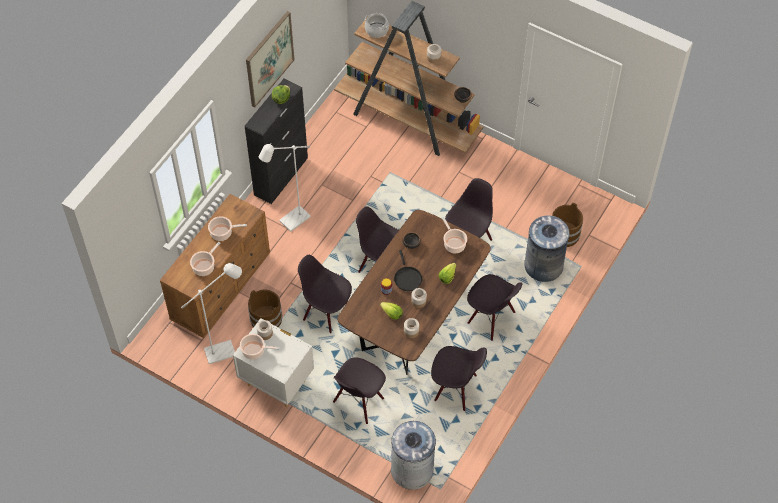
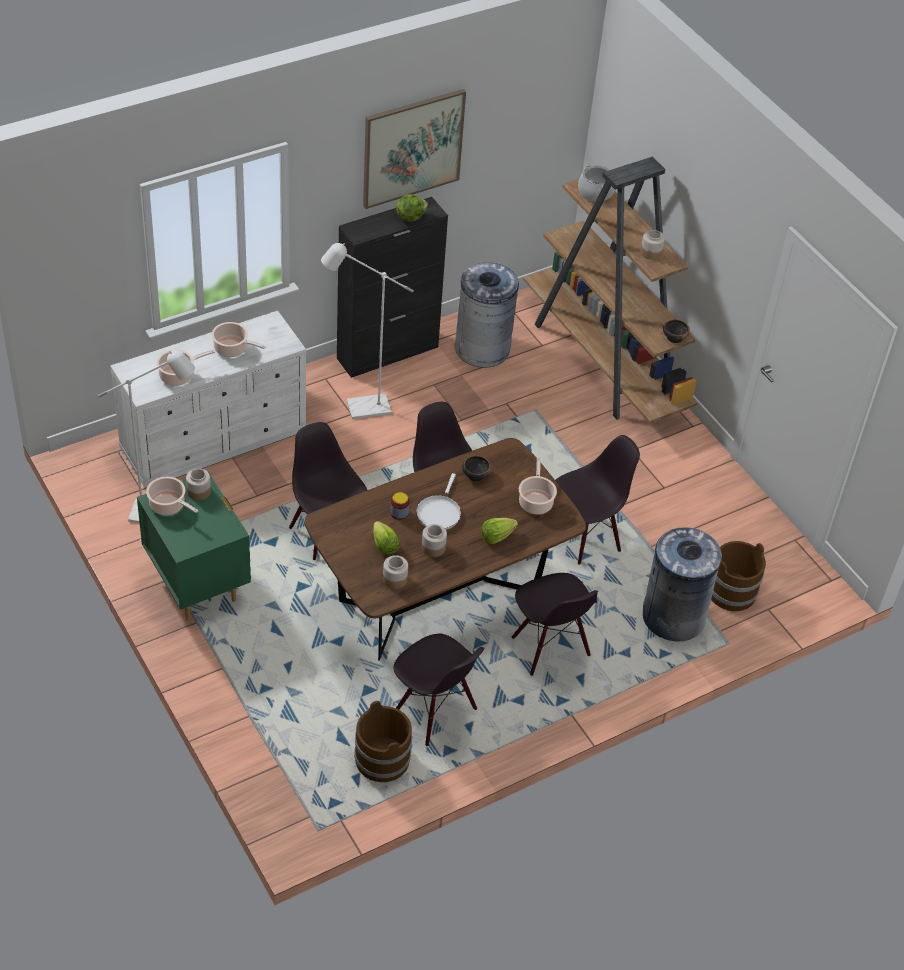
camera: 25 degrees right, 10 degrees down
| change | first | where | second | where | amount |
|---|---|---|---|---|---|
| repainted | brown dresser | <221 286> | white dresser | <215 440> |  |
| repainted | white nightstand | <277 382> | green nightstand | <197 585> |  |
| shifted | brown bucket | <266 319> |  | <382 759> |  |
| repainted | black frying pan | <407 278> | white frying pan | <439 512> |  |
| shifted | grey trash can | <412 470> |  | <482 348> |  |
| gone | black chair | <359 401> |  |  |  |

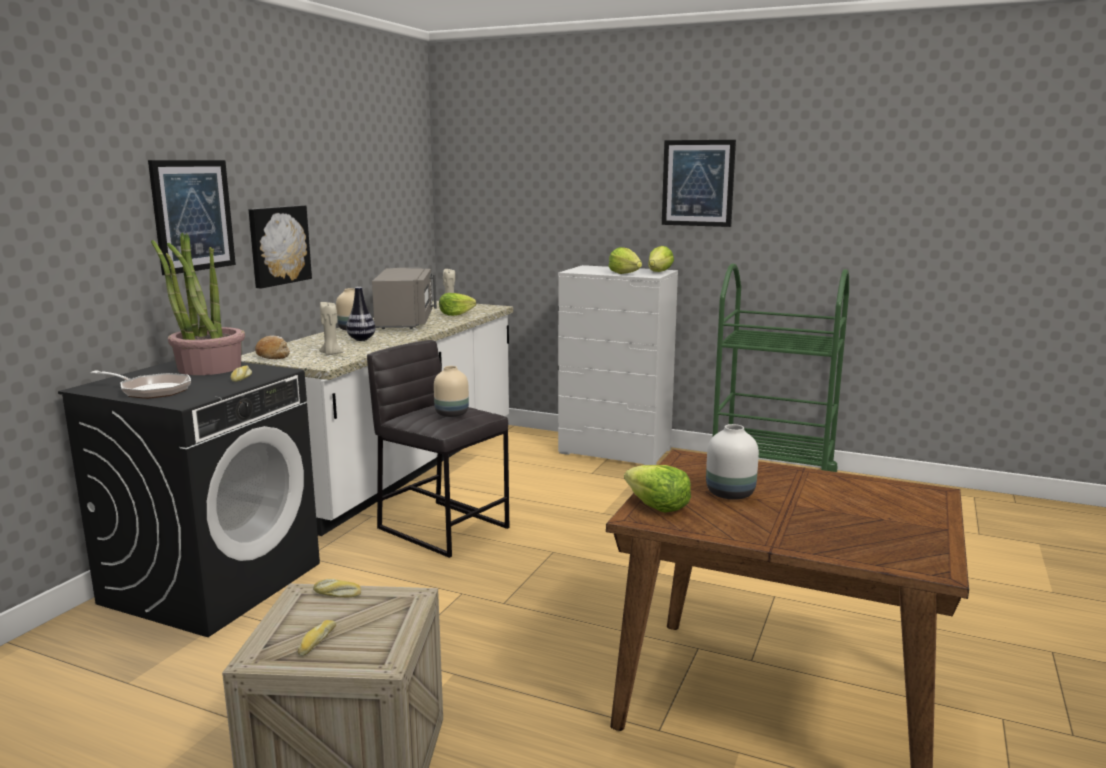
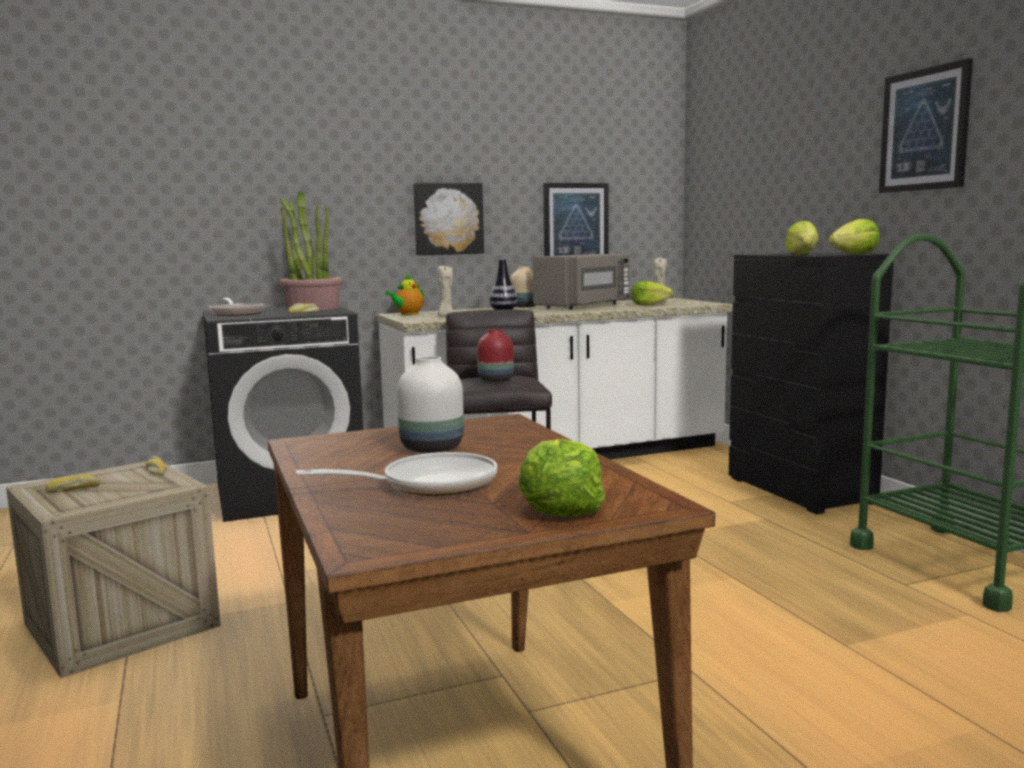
camera: 45 degrees right, 5 degrees down
| change | first | where | second | where | amount |
|---|---|---|---|---|---|
| new |  |  | frying pan | <429 484> |  |
| swapped | bread | <273 355> | teapot | <408 314> |  |
| repainted | beige vase | <453 414> | red vase | <496 380> |  |
| shifted | lettuce | <657 506> |  | <560 507> |  |
| shifted | picture | <192 215> |  | <575 225> |  |
| repainted | white dresser | <615 451> | black dresser | <800 490> |  |

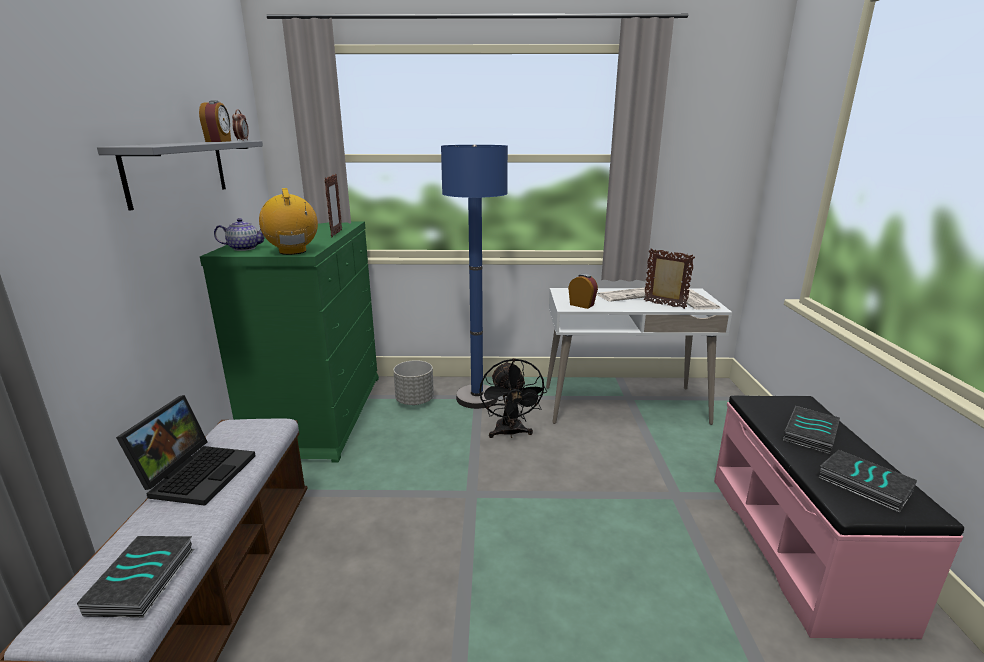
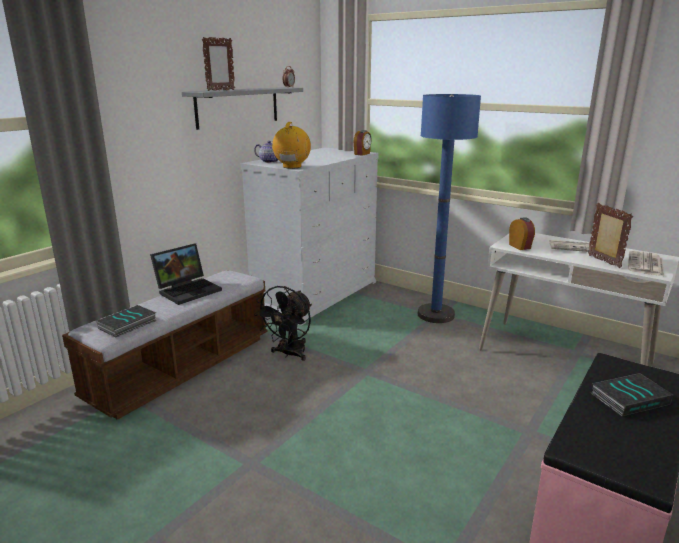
camera: 35 degrees right, 0 degrees up
| change | first | where | second | where | amount |
|---|---|---|---|---|---|
| shifted | picture frame | <336 233> |  | <220 90> |  |
| repainted | green dresser | <318 413> | white dresser | <315 293> |  |
| shifted | black fan | <510 433> |  | <289 354> |  |
| shifted | alarm clock | <219 141> |  | <362 154> |  |
| gone | grey planter | <414 400> |  |  |  |
| gone | book | <863 484> |  |  |  |

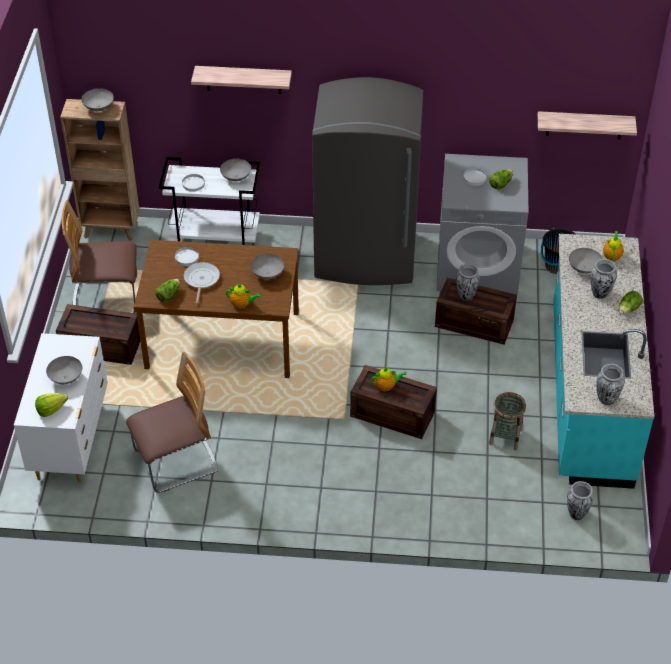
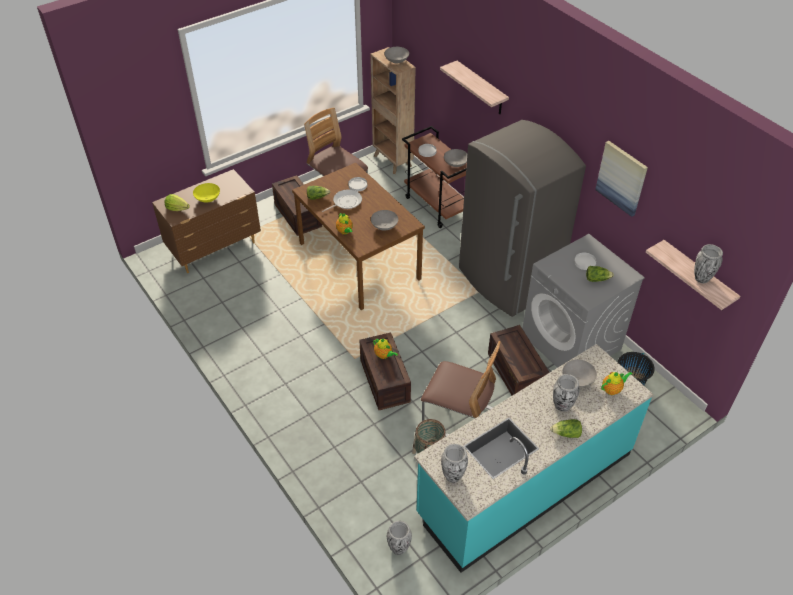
camera: 50 degrees right, 0 degrees up
| change | first | where | second | where | amount |
|---|---|---|---|---|---|
| repainted | white dresser | <71 440> | brown dresser | <215 249> |  |
| repainted | grey bowl | <66 378> | yellow bowl | <208 199> |  |
| repainted | white cart | <216 240> | brown cart | <437 206> |  |
| shifted | chair | <176 462> |  | <458 418> |  |
| new |  |  | picture | <621 178> |  |
| shifted | vase | <465 296> |  | <701 278> |  |

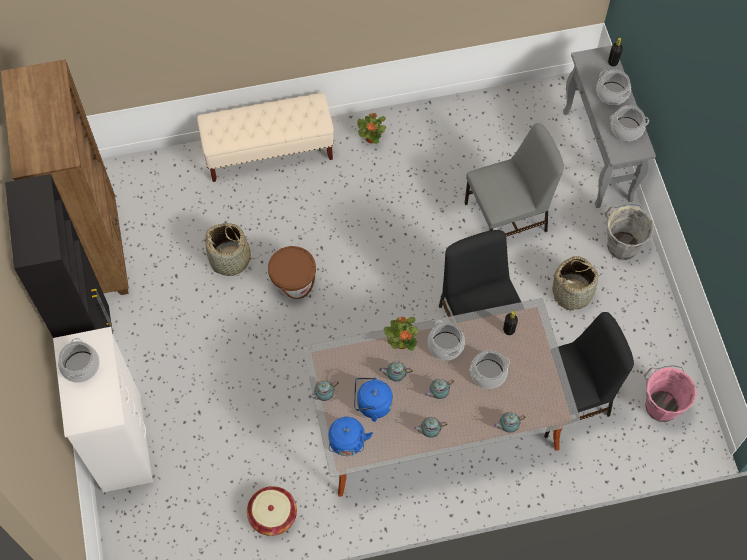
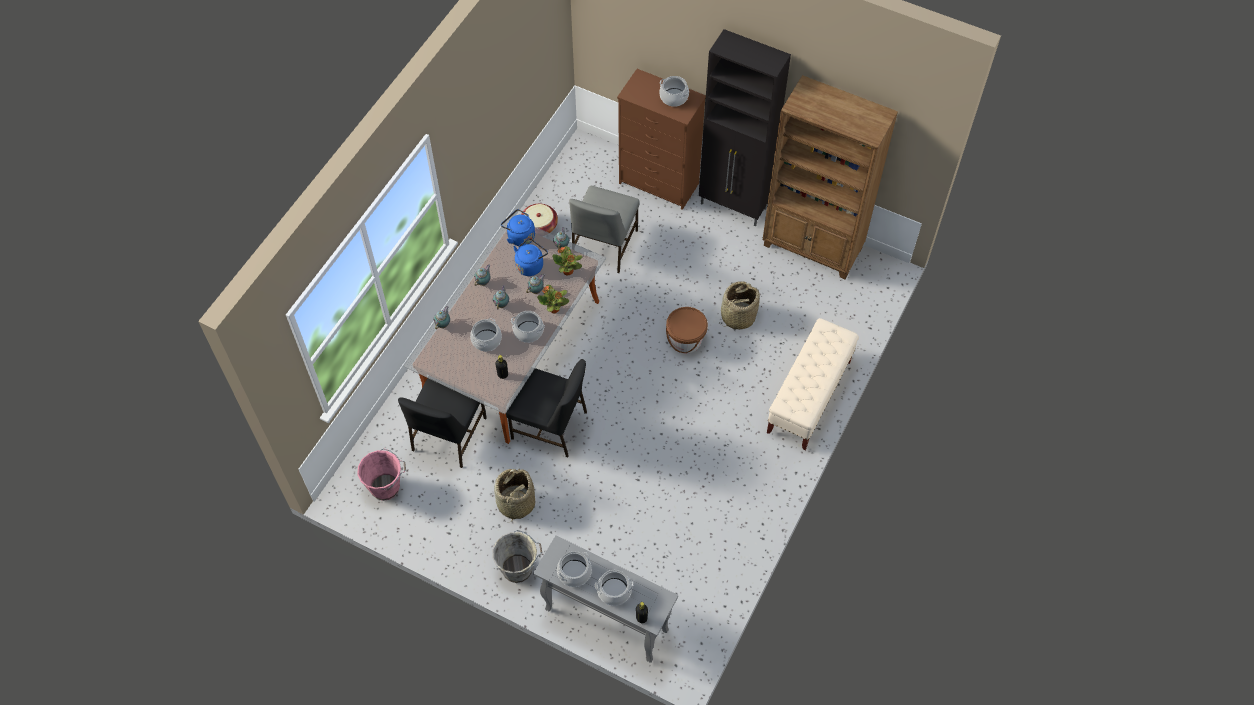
camera: 130 degrees right, 5 degrees down
| change | first | where | second | where | amount |
|---|---|---|---|---|---|
| shifted | potted plant | <371 138> |  | <568 272> |  |
| shifted | grey chair | <507 217> |  | <604 245> |  |
| repainted | white dresser | <123 442> | brown dresser | <659 184> |  |

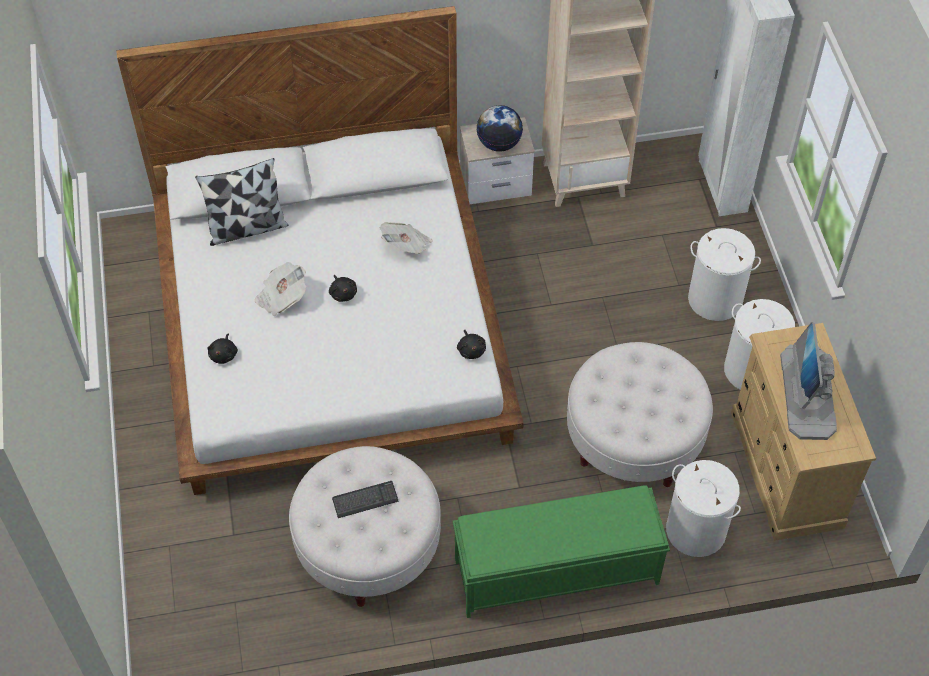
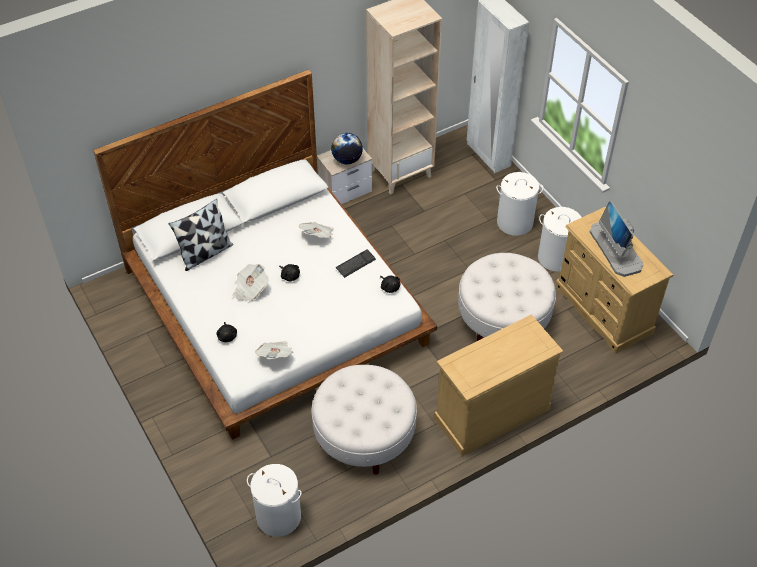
camera: 20 degrees left, 5 degrees down
| change | first | where | second | where | amount |
|---|---|---|---|---|---|
| shifted | white laundry basket | <695 530> |  | <278 516> |  |
| new |  |  | newspaper | <276 355> |  |
| shifted | keyboard | <365 500> |  | <355 264> |  |
| swapped | green bench | <555 572> | beige dresser | <491 413> |  |

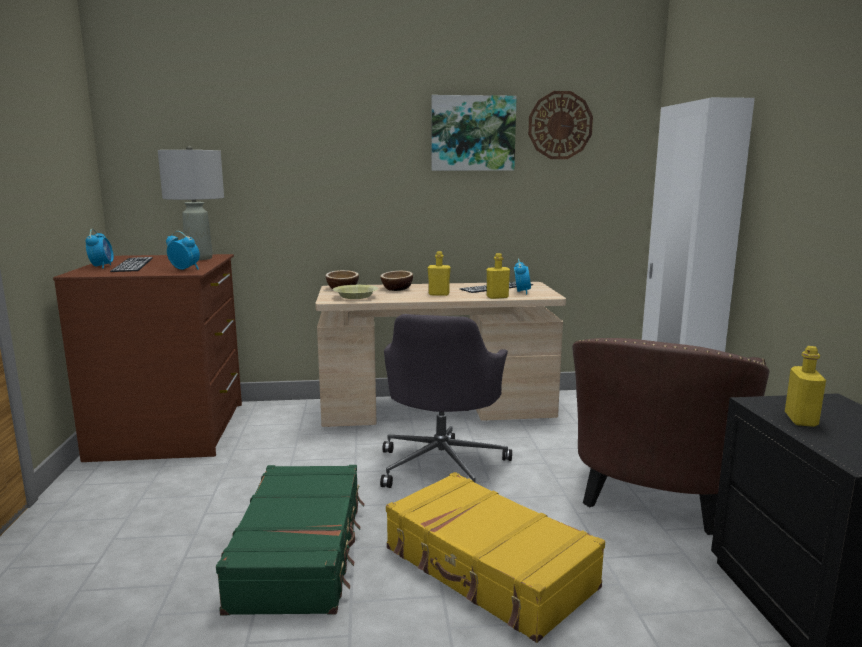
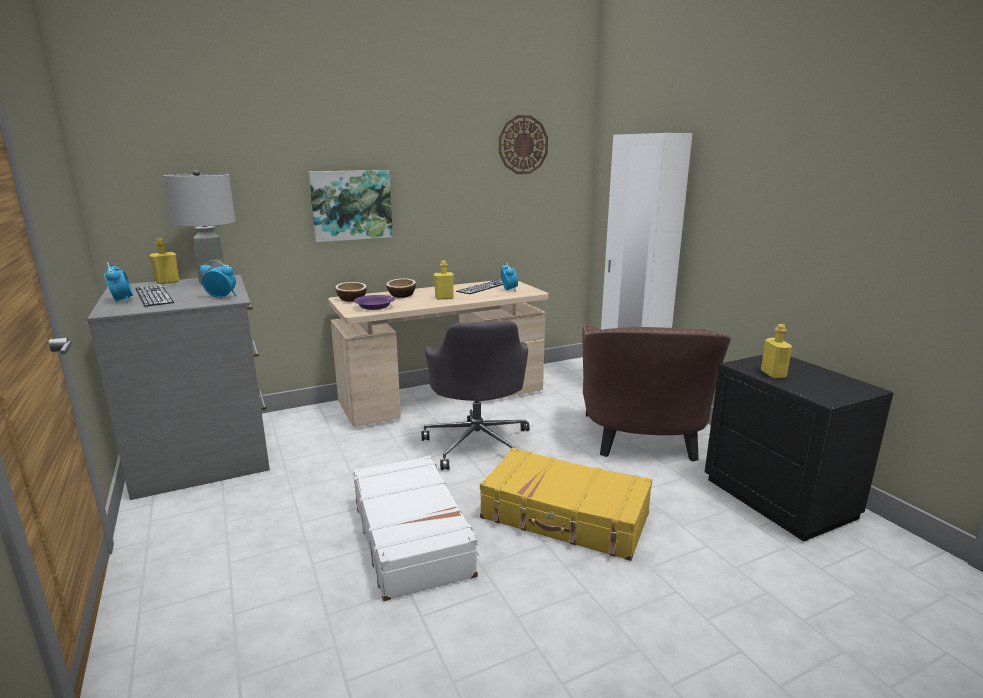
camera: 20 degrees left, 5 degrees up
| change | first | where | second | where | amount |
|---|---|---|---|---|---|
| repainted | brown dresser | <172 430> | grey dresser | <205 453> |  |
| shifted | yellow bottle | <497 297> |  | <167 282> |  |
| shifted | picture | <472 133> |  | <351 205> |  |
| repainted | yellow bowl | <356 297> | purple bowl | <375 307> |  |
| repainted | green suitcase | <301 552> | white suitcase | <412 536> |  |

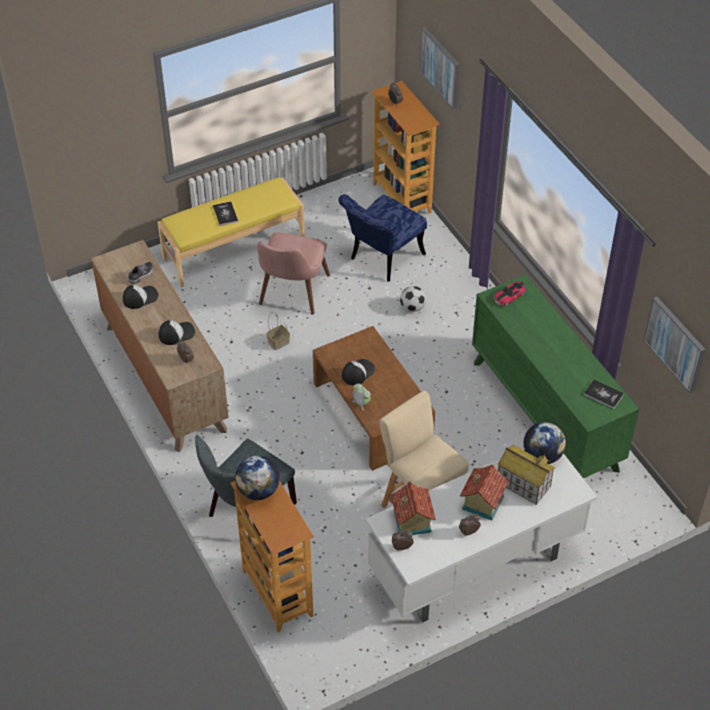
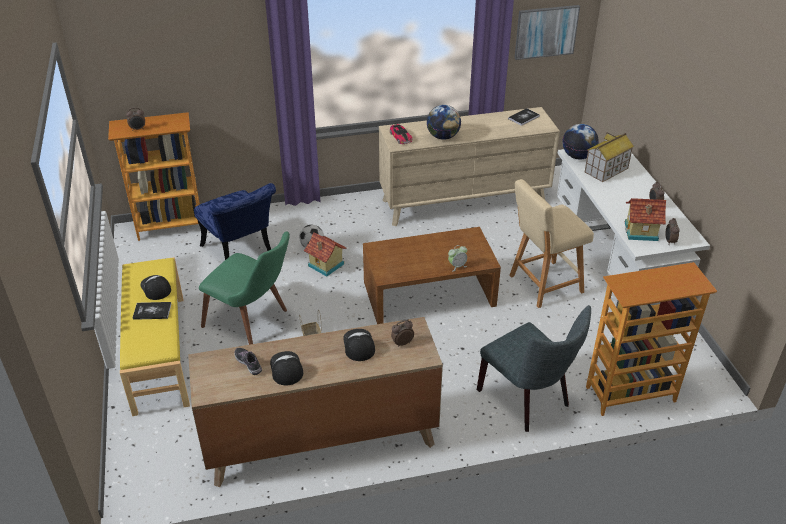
camera: 75 degrees left, 10 degrees down
| change | first | where | second | where | amount |
|---|---|---|---|---|---|
| shifted | cap | <357 372> |  | <155 288> |  |
| repainted | pink chair | <291 296> | green chair | <254 321> |  |
| shifted | toy house | <481 502> |  | <325 265> |  |
| repainted | green dresser | <545 415> | beige dresser | <464 202> |  |
| shifted | globe | <258 491> |  | <443 137> |  |
| gone | picture | <441 67> |  |  |  |

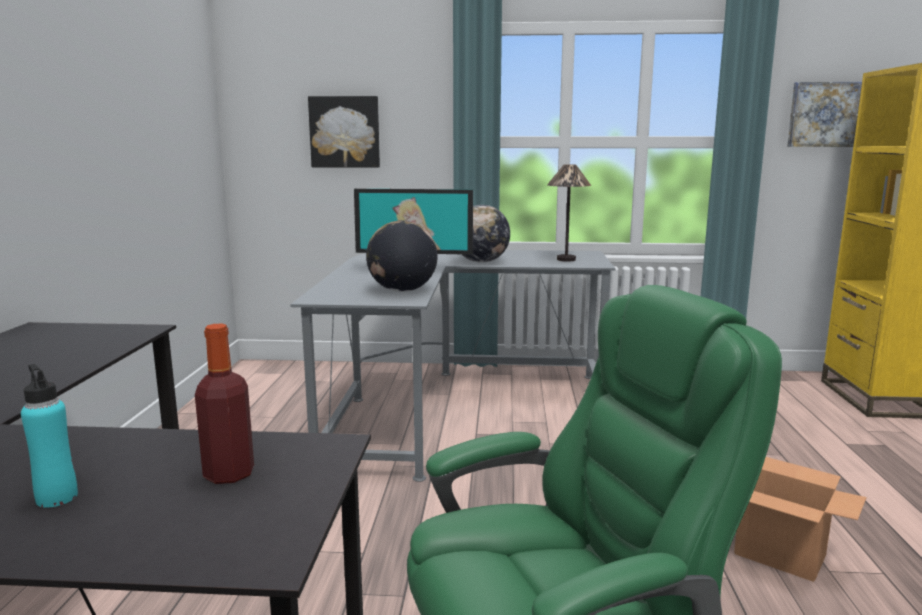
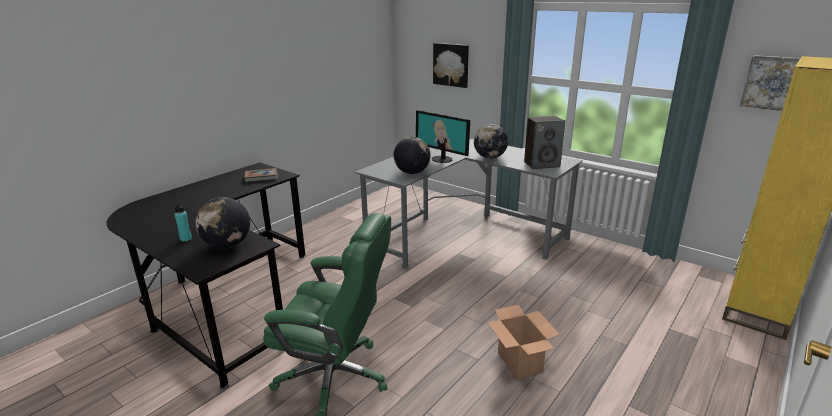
camera: 35 degrees right, 10 degrees up
| change | first | where | second | where | amount |
|---|---|---|---|---|---|
| swapped | bottle | <229 474> | globe | <227 245> |  |
| new |  |  | book | <261 177> |  |
| swapped | table lamp | <566 259> | speaker | <542 164> |  |

